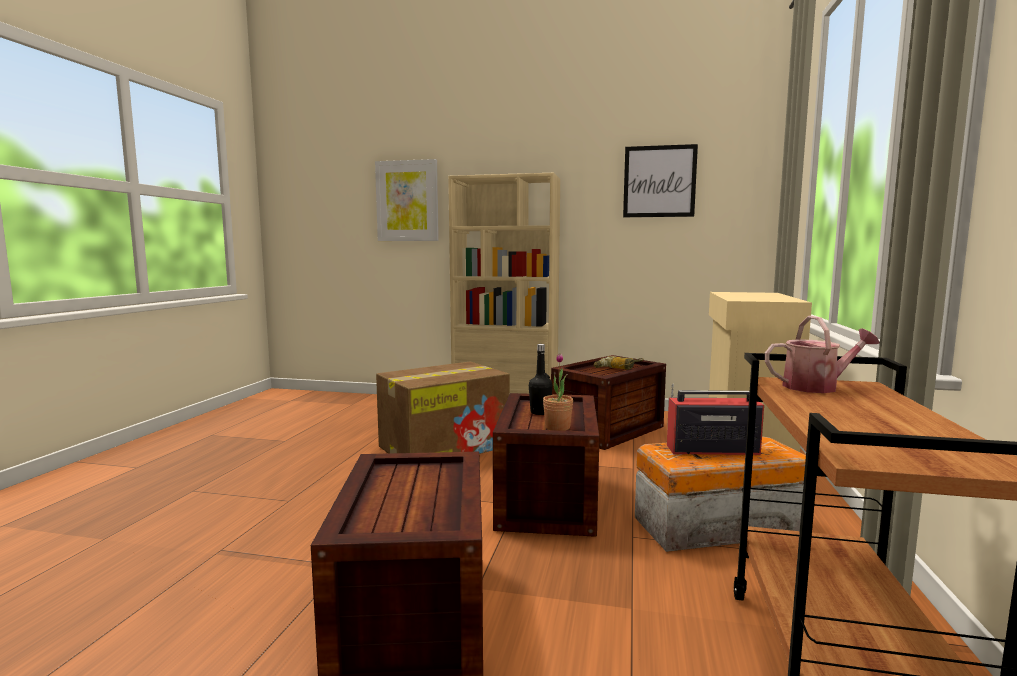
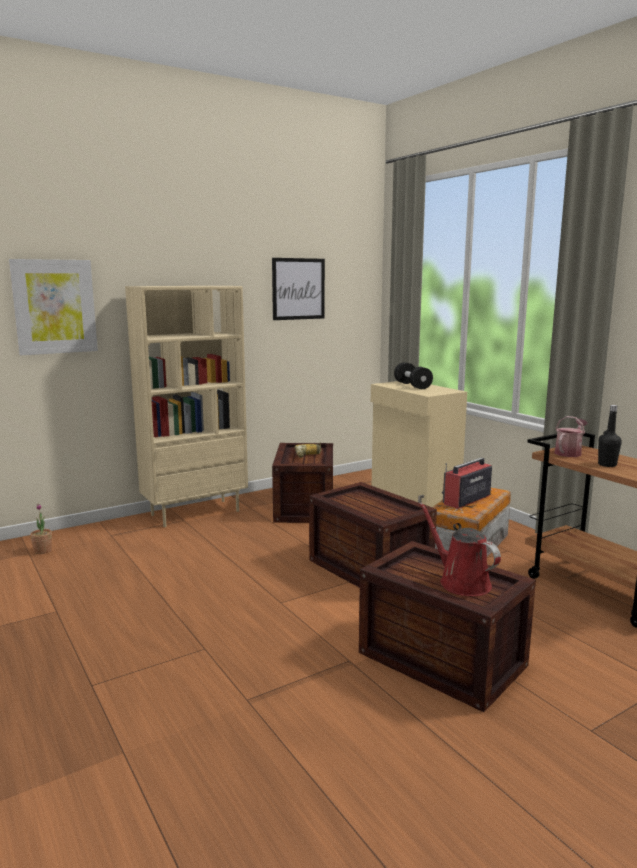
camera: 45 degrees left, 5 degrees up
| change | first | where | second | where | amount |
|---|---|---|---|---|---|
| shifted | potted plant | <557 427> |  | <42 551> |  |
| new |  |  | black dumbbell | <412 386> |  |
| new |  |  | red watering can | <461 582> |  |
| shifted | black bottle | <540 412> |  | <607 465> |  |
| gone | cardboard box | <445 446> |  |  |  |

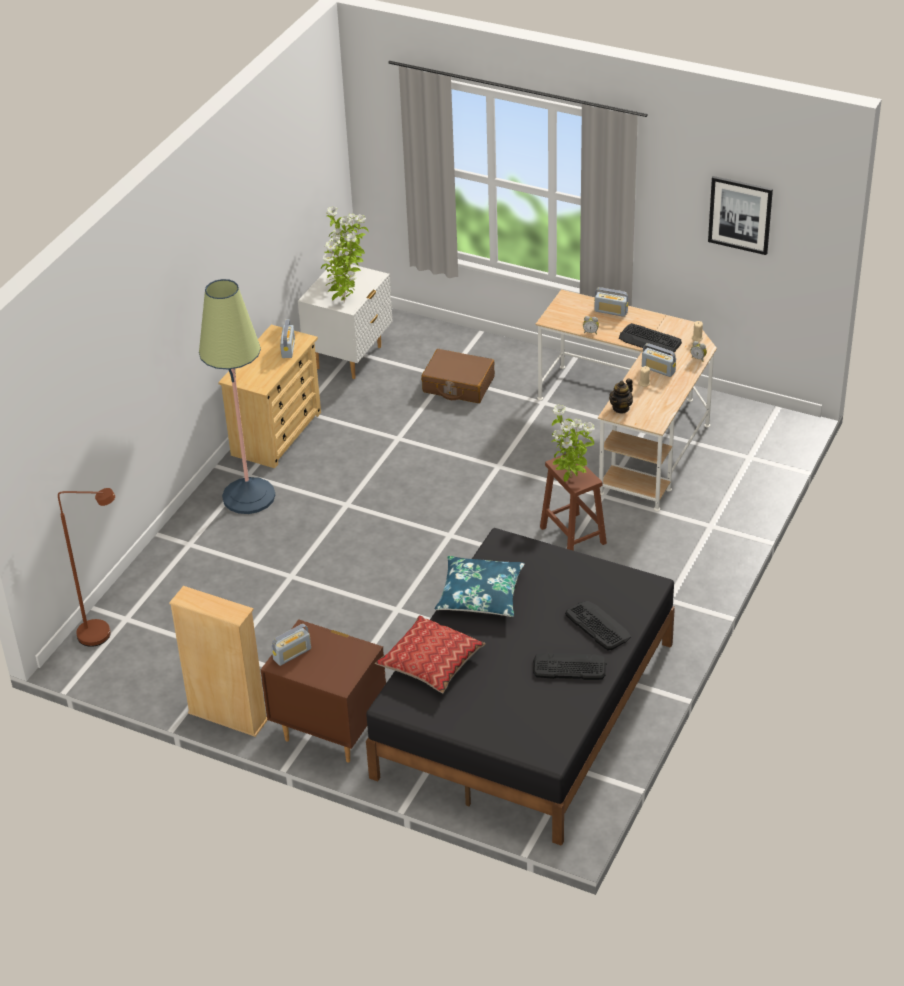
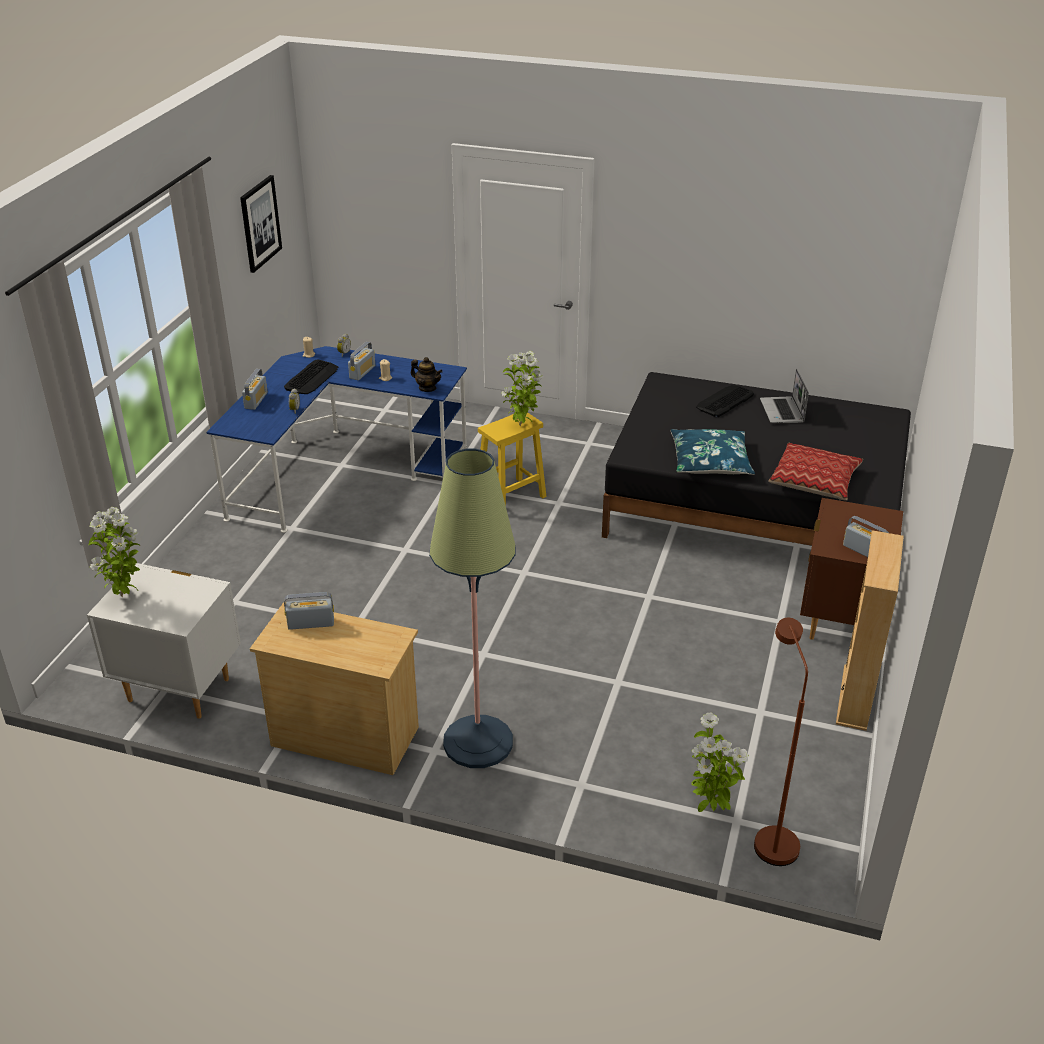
camera: 100 degrees left, 5 degrees down
| change | first | where | second | where | amount |
|---|---|---|---|---|---|
| repainted | beige desk | <633 428> | blue desk | <339 471> |  |
| repainted | brown stool | <572 535> | yellow stool | <510 497> |  |
| shifted | potted plant | <343 301> |  | <709 809> |  |
| swapped | keyboard | <569 667> | laptop | <782 411> |  |
| gone | brown suitcase | <458 385> |  |  |  |

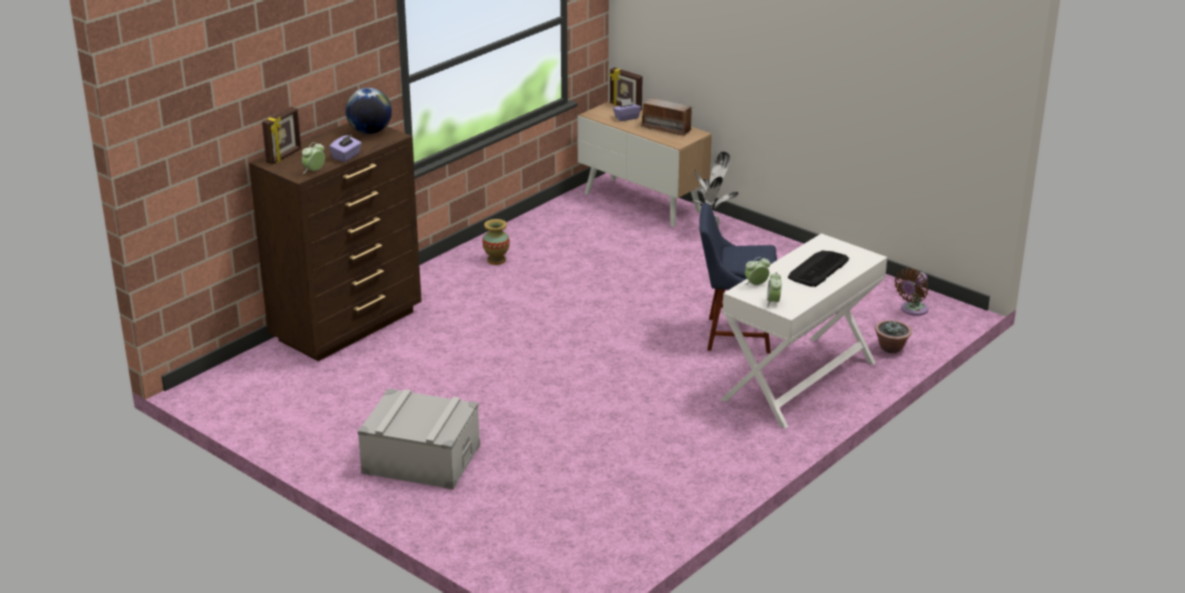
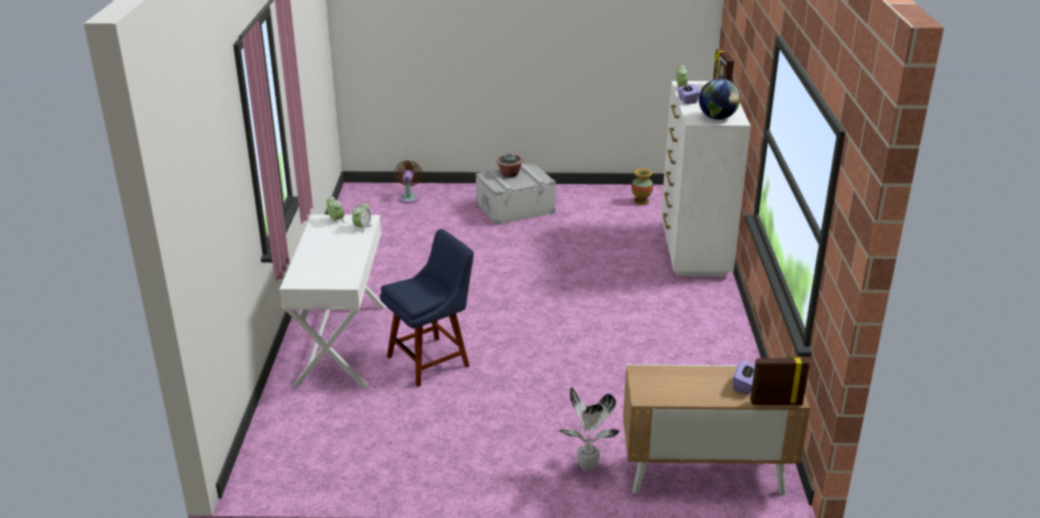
camera: 140 degrees right, 0 degrees up
| change | first | where | second | where | amount |
|---|---|---|---|---|---|
| shifted | brown fan | <912 310> |  | <409 197> |  |
| shifted | potted plant | <891 348> |  | <509 174> |  |
| shifted | vase | <496 260> |  | <641 201> |  |
| repainted | brown dresser | <348 326> | white dresser | <693 250> |  |
| gone | radio | <666 129> |  |  |  |
| gone | keyboard | <818 269> |  |  |  |

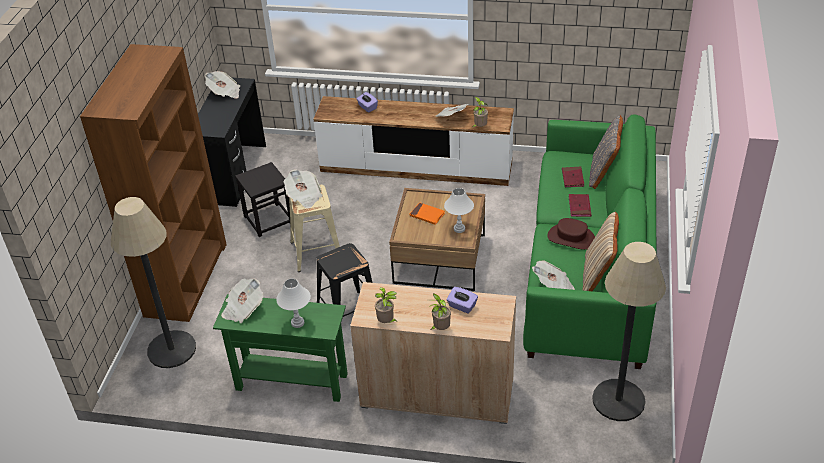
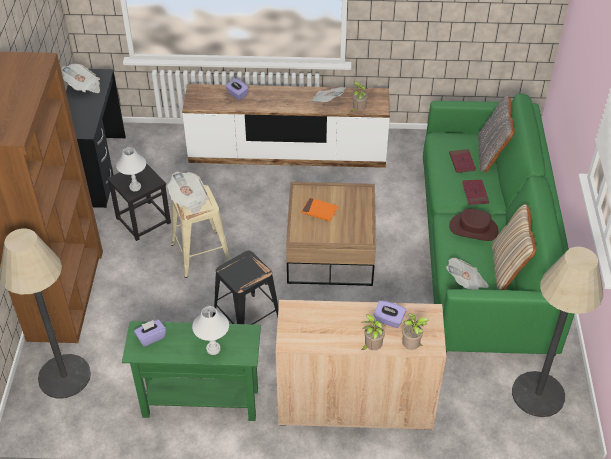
camera: 10 degrees left, 5 degrees up
| change | first | where | second | where | amount |
|---|---|---|---|---|---|
| shifted | white table lamp | <459 229> |  | <135 187> |  |
| swapped | newspaper | <243 309> | purple tissue box | <151 337> |  |
| shifted | potted plant | <387 322> |  | <411 347> |  |

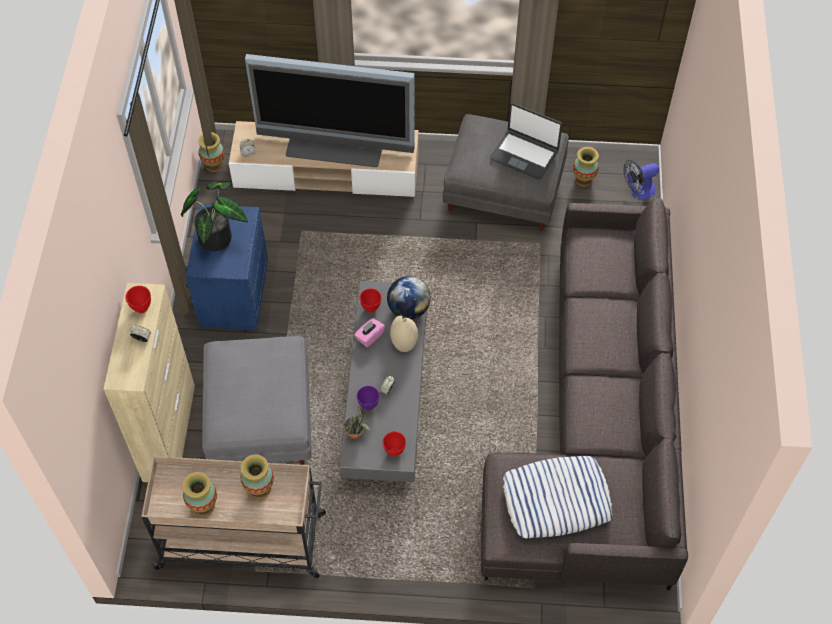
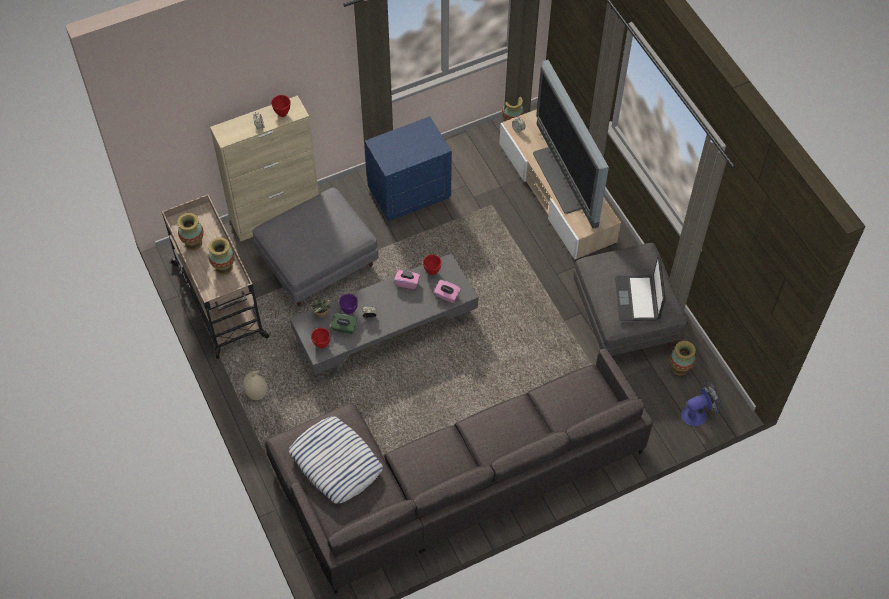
camera: 60 degrees right, 0 degrees up
| change | first | where | second | where | amount |
|---|---|---|---|---|---|
| shifted | beige vase | <403 343> |  | <256 392> |  |
| new |  |  | green tissue box | <344 328> |  |
| swapped | globe | <408 309> | pink tissue box | <447 295> |  |
| rotated | fan | <638 191> |  | <698 413> | 120 degrees clockwise |
| gone | potted plant | <218 236> |  |  |  |

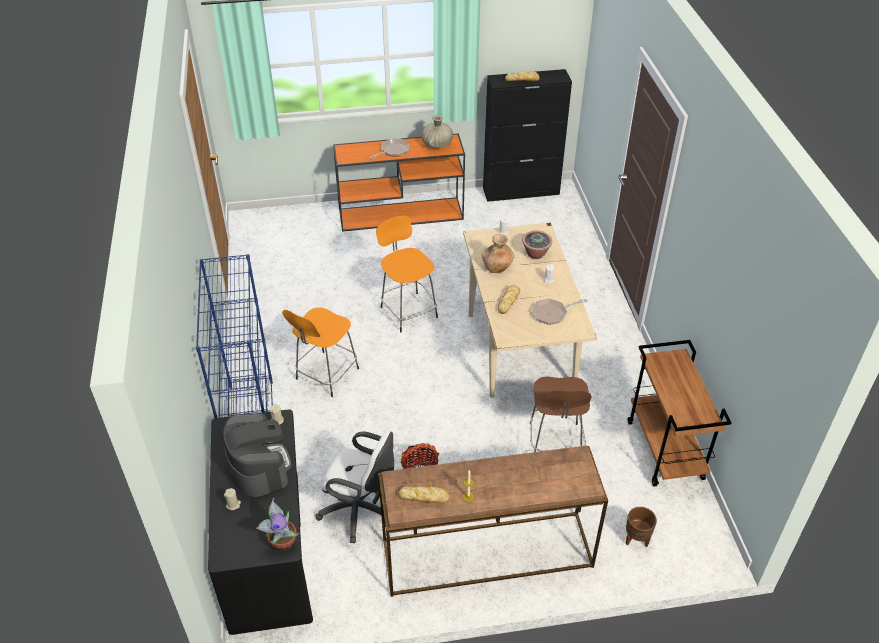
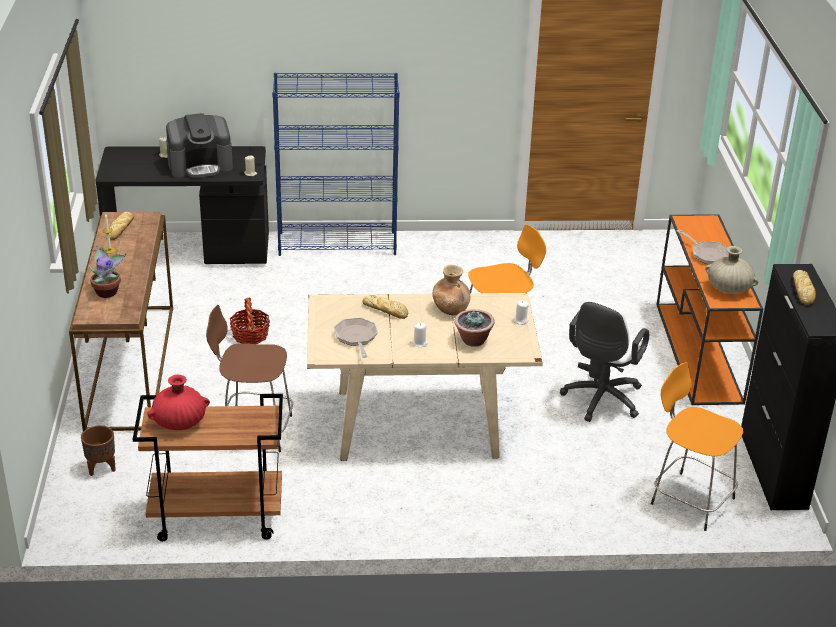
camera: 95 degrees right, 10 degrees down
| change | first | where | second | where | amount |
|---|---|---|---|---|---|
| shifted | potted plant | <282 542> |  | <108 292> |  |
| new |  |  | red vase | <179 422> |  |
| shifted | white office chair | <361 511> |  | <600 401> |  |
| shifted | orange stool | <326 375> |  | <689 499> |  |

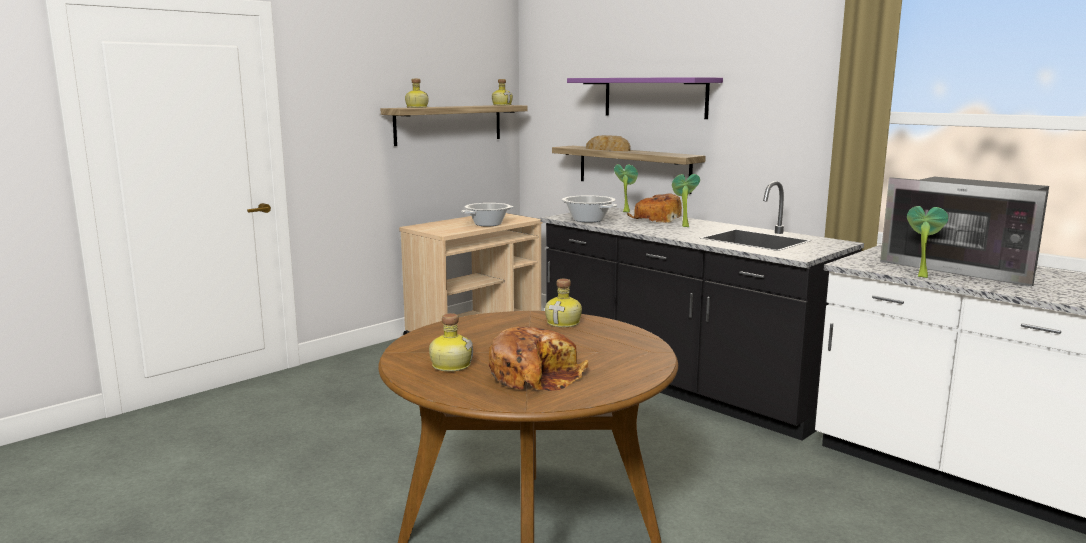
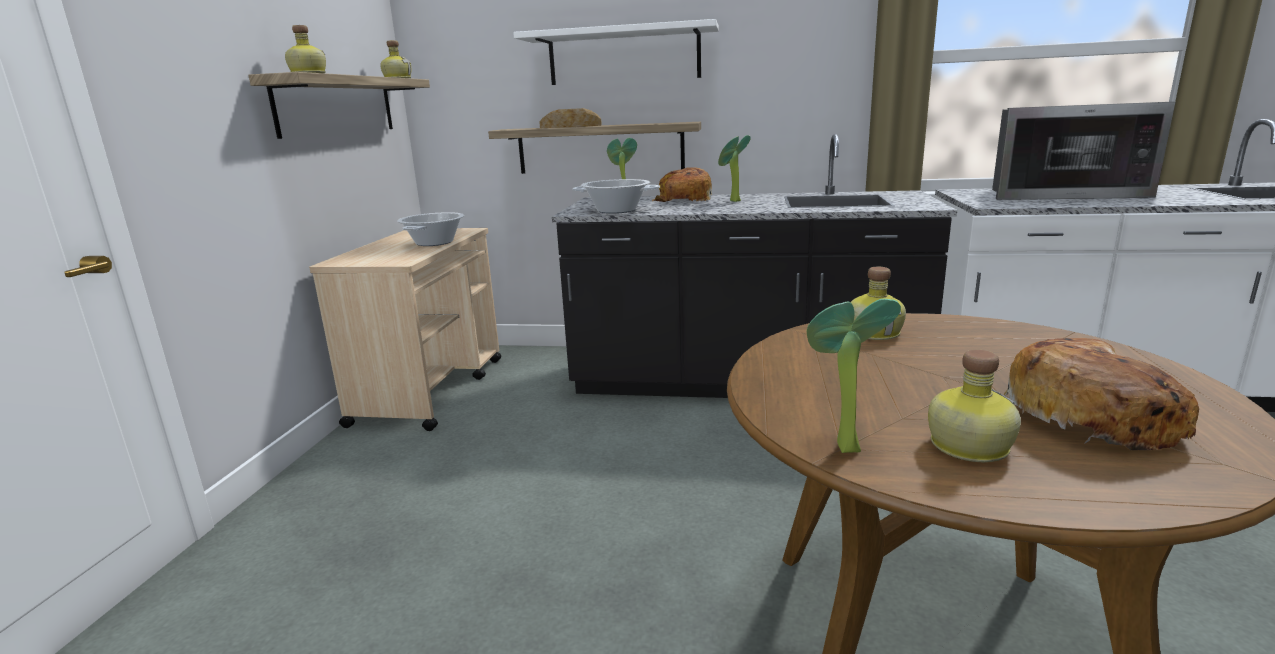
camera: 35 degrees left, 5 degrees up
| change | first | where | second | where | amount |
|---|---|---|---|---|---|
| repainted | purple shelf | <655 97> | white shelf | <624 56> |  |
| shifted | potted plant | <920 276> |  | <841 447> |  |

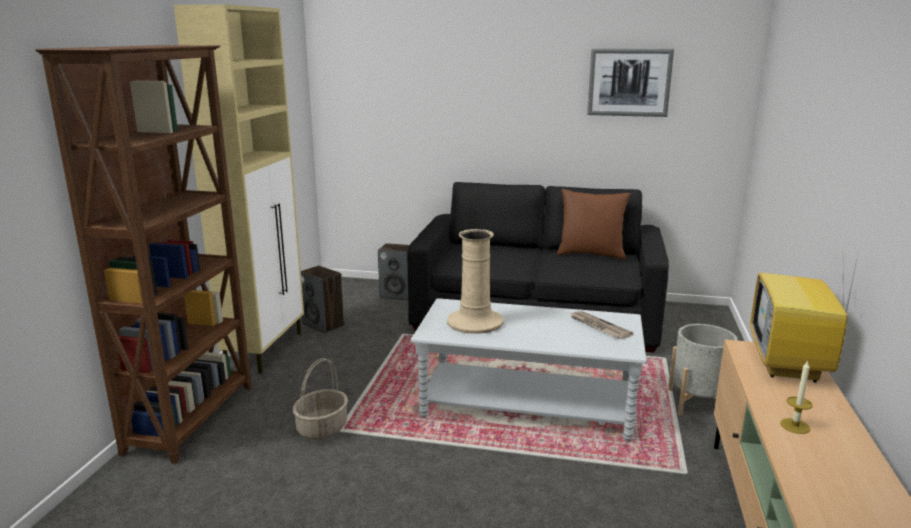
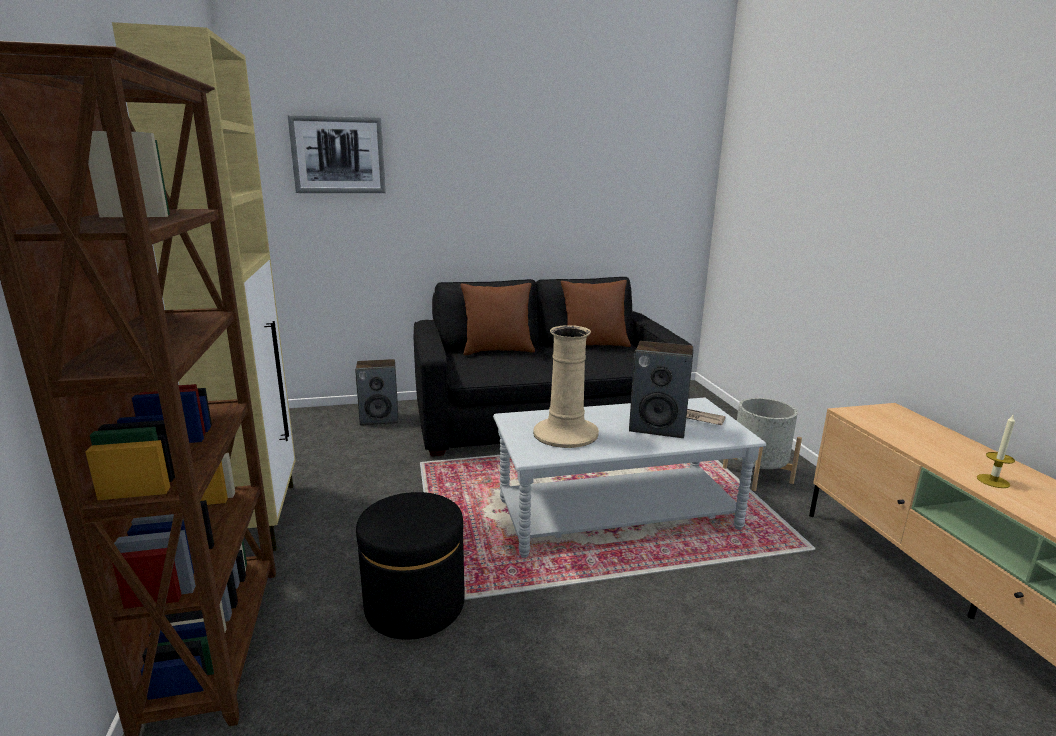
camera: 25 degrees left, 0 degrees up
| change | first | where | second | where | amount |
|---|---|---|---|---|---|
| shifted | picture | <629 82> |  | <338 155> |  |
| swapped | basket | <322 428> | black ottoman | <415 604> |  |
| new |  |  | brown pillow | <498 351> |  |
| shifted | speaker | <323 324> |  | <658 427> |  |
| gone | television | <789 365> |  |  |  |

